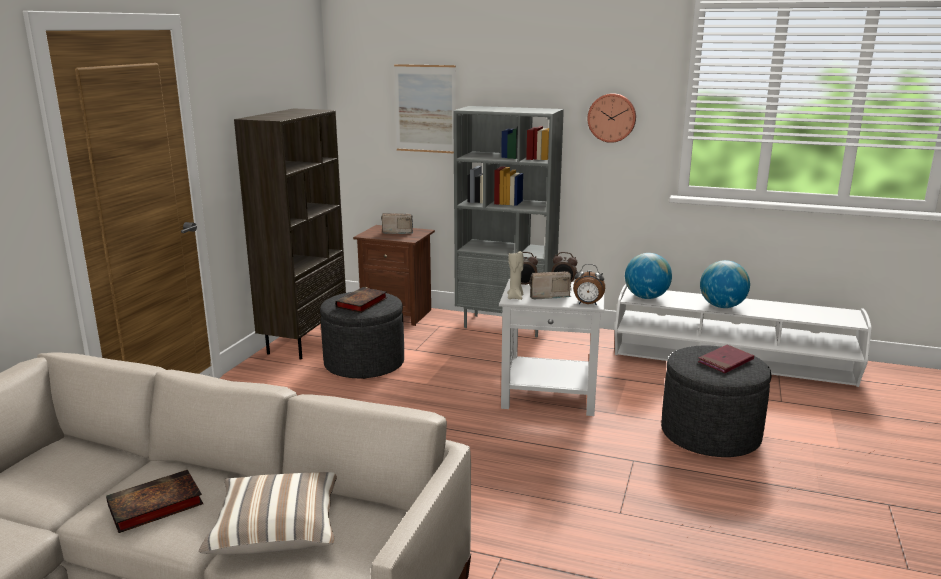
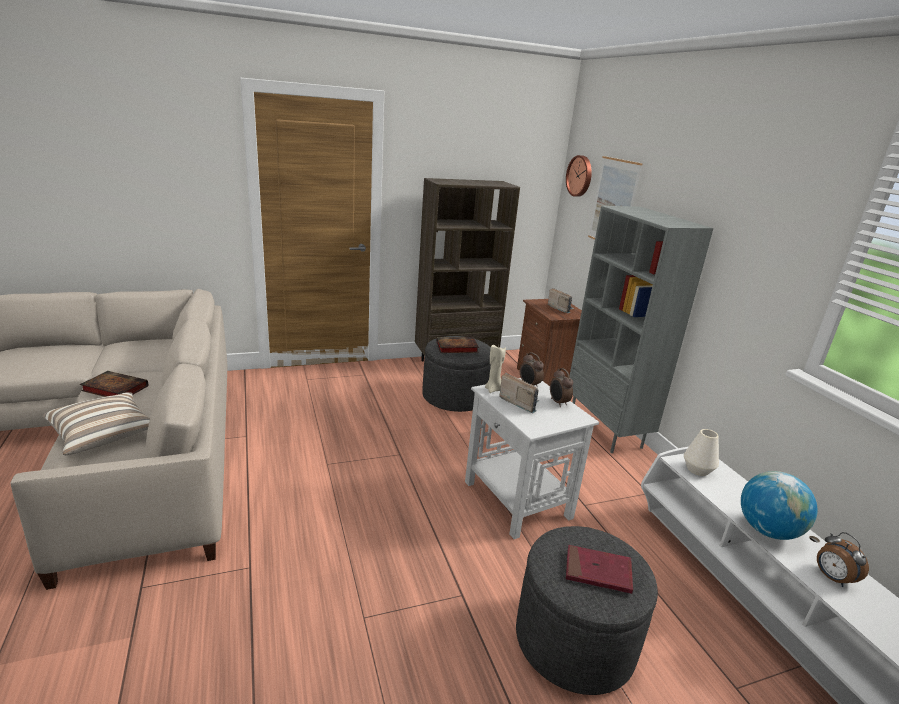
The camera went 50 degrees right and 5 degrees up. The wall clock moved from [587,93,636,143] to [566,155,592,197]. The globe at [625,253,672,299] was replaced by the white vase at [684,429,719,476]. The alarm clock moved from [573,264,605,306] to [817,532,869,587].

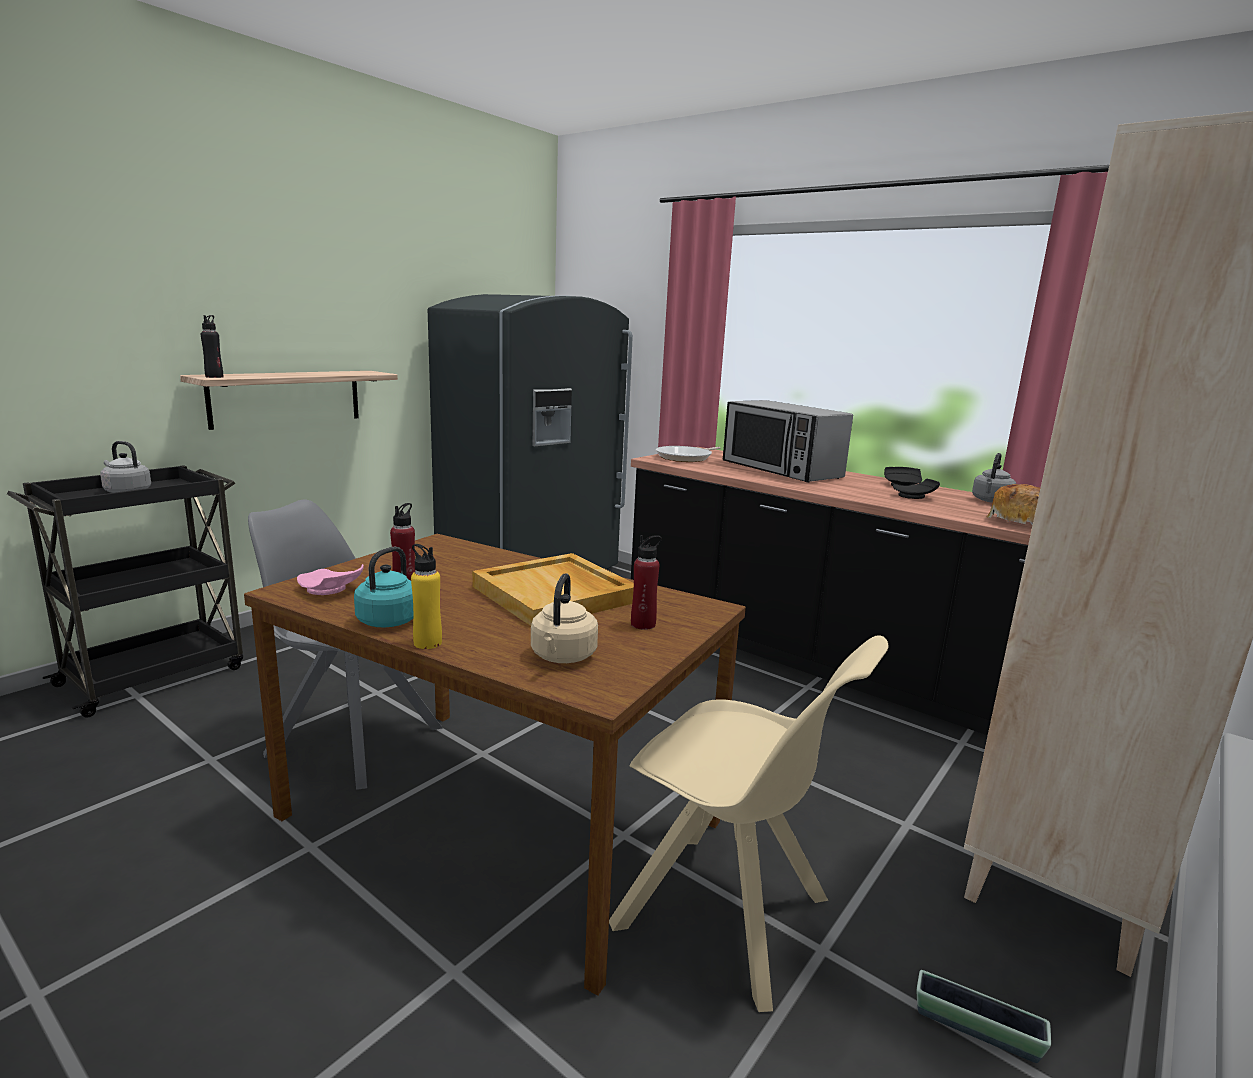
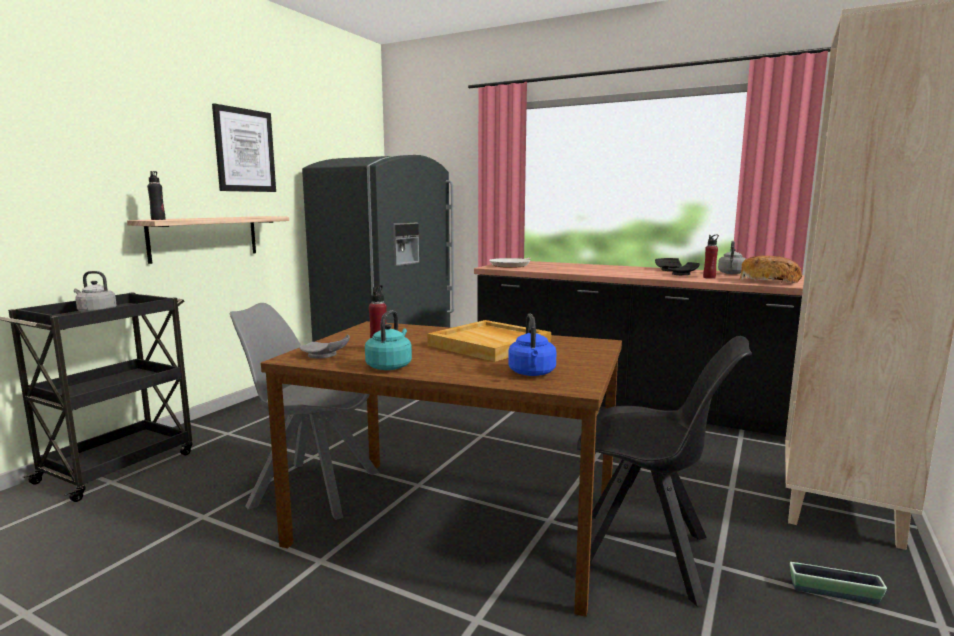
The camera went 10 degrees left and 5 degrees down. The picture at [212,103,276,192] appeared. The pink plate at [297,564,364,595] became the grey plate at [299,334,350,359]. The beige kettle at [531,573,598,663] became the blue kettle at [508,313,556,376]. The beige chair at [609,635,889,1012] became the black chair at [569,336,752,607]. The red bottle moved from [631,535,662,630] to [703,235,719,279]. The yellow bottle at [411,544,442,649] disappeared. The microwave at [723,400,853,482] disappeared.

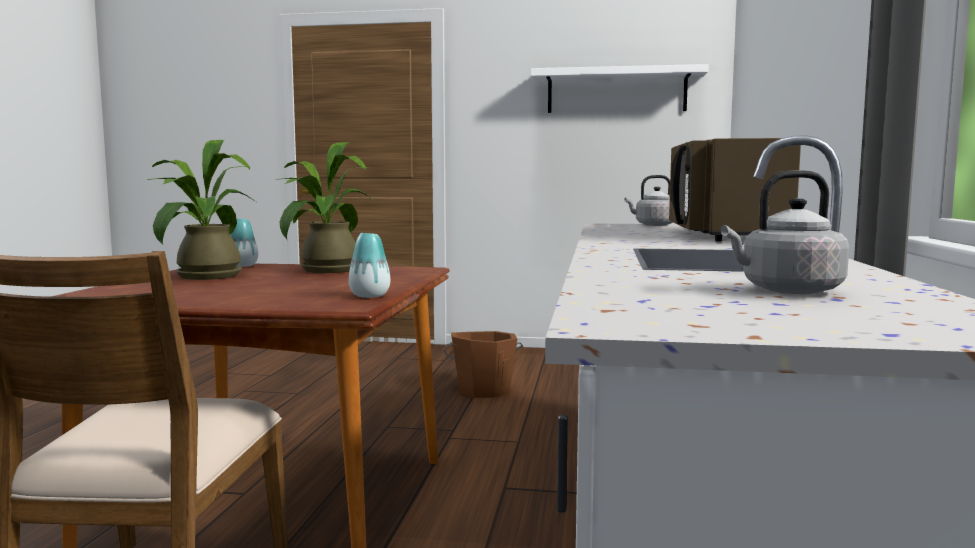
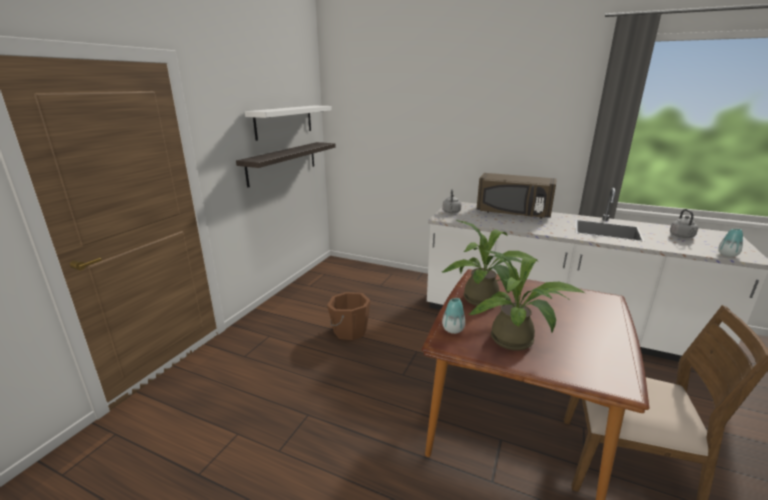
The camera went 75 degrees left and 15 degrees up. The shelf at [236,142,336,188] appeared. The vase moved from [349,233,390,298] to [718,229,743,257].

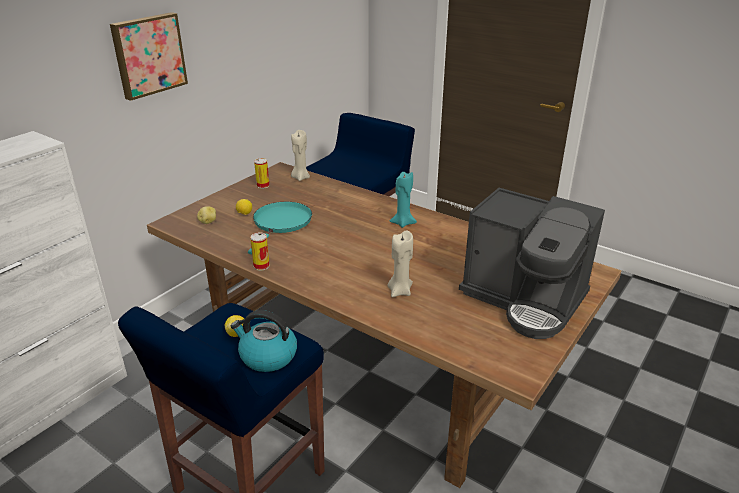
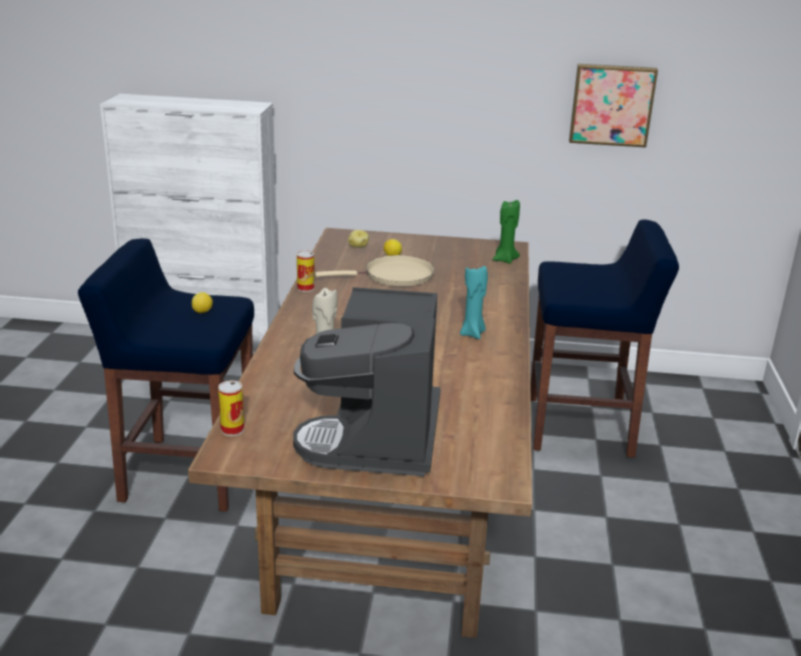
The camera went 60 degrees right and 5 degrees down. The can moved from [254,158,269,189] to [218,380,244,436]. The turquoise frying pan at [248,202,312,254] became the beige frying pan at [315,255,435,287]. The beige candle at [291,130,310,181] became the green candle at [493,200,520,264]. The picture moved from [110,12,188,101] to [569,64,658,148]. The kettle at [231,310,297,372] disappeared.

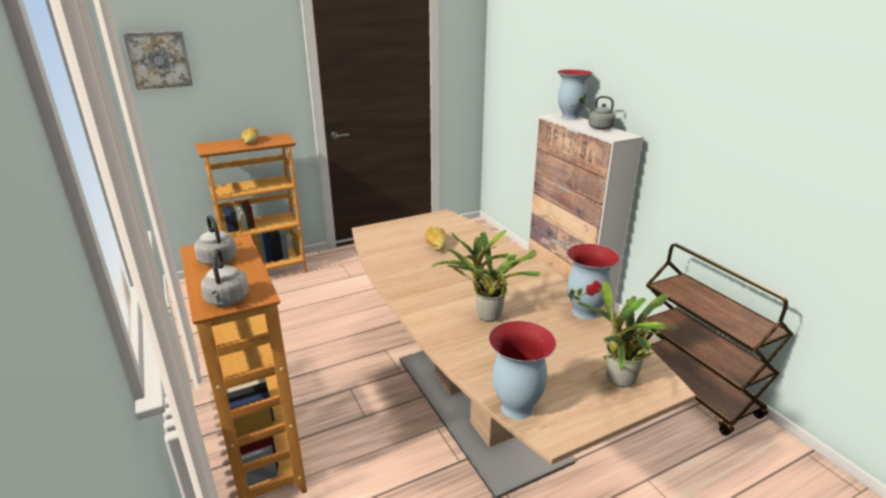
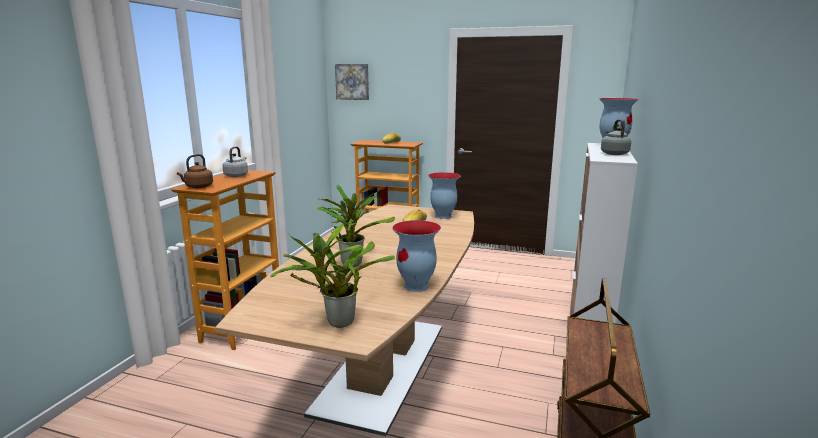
The camera went 45 degrees right and 10 degrees down. The grey kettle at [201,249,249,306] became the brown kettle at [177,154,213,188]. The vase moved from [489,321,556,419] to [428,172,461,219].

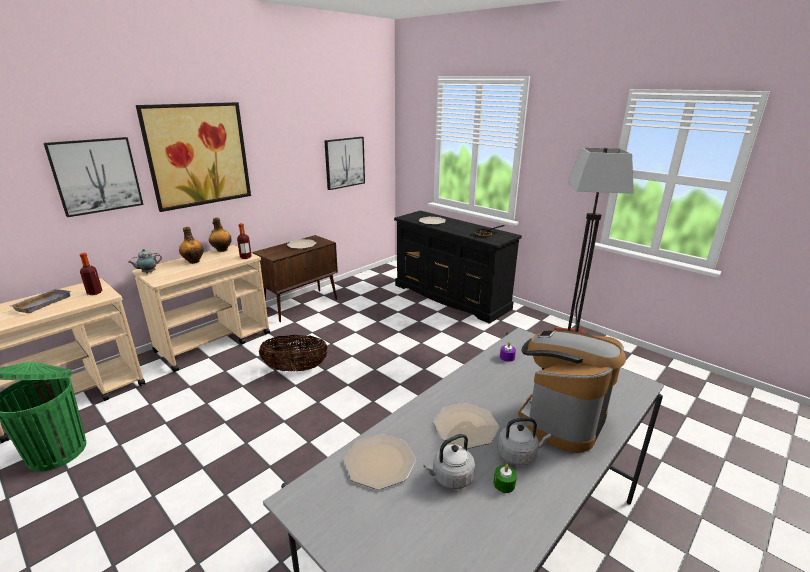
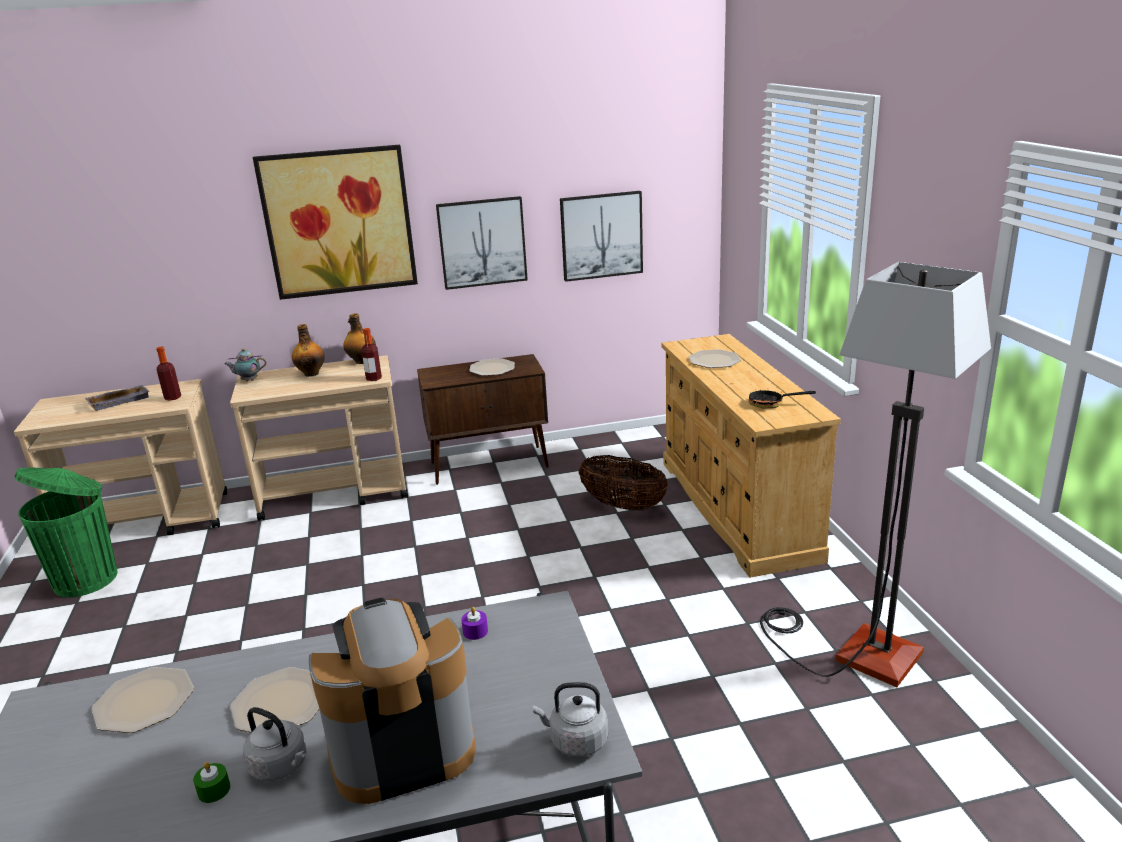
The camera went 35 degrees right and 0 degrees up. The picture moved from [44,137,144,217] to [436,196,528,290]. The grey kettle moved from [423,434,475,489] to [533,682,608,757]. The basket moved from [259,335,328,372] to [578,455,668,510]. The black dresser at [394,210,522,324] became the beige dresser at [661,334,841,578].

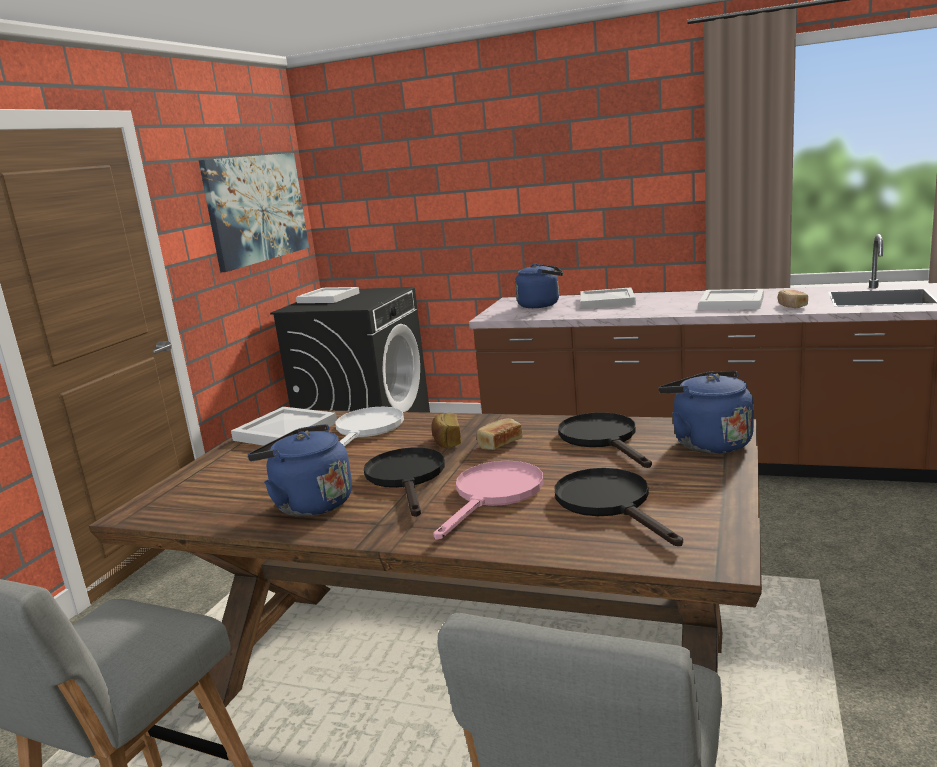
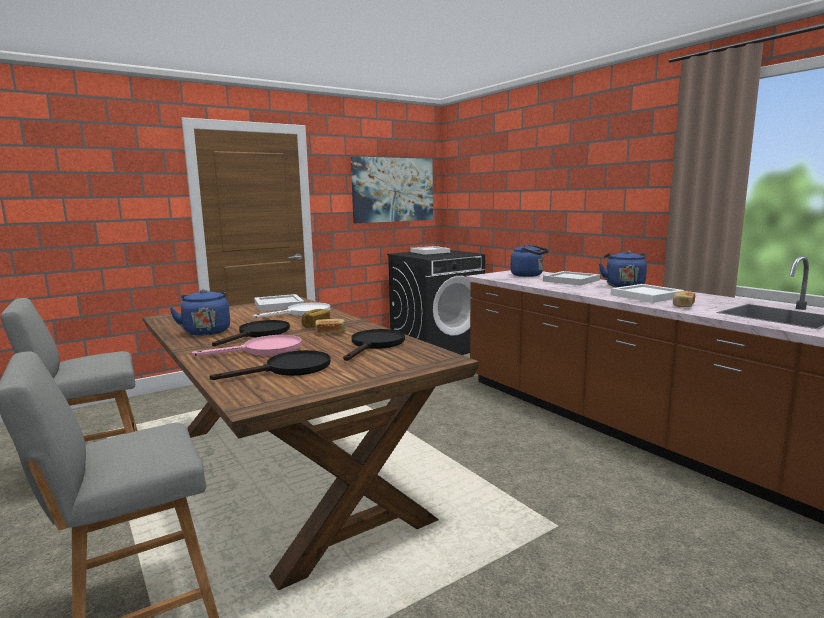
The camera went 35 degrees right and 5 degrees down. The black frying pan at [554,468,683,546] turned 45 degrees clockwise. The blue kettle moved from [658,371,754,454] to [599,250,647,288].

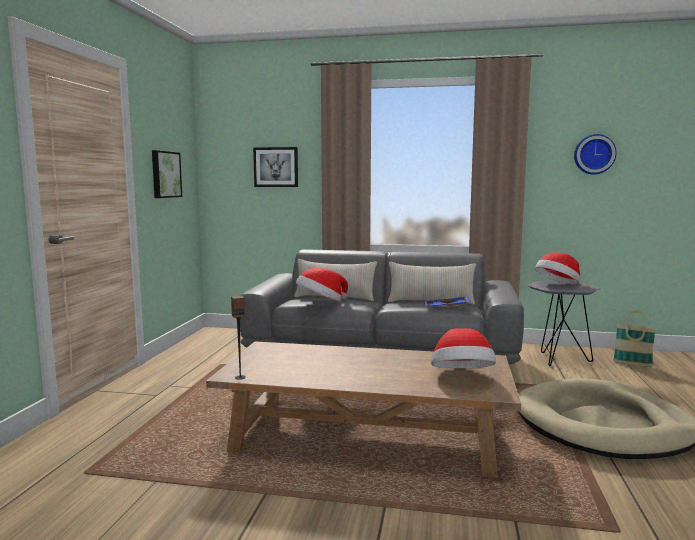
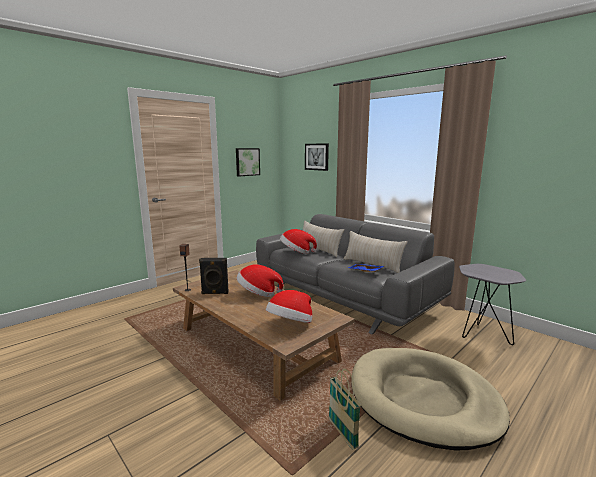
The camera went 35 degrees right and 5 degrees up. The black speaker at [199,258,228,294] appeared. The hat moved from [535,253,580,285] to [237,264,283,297]. The basket moved from [613,311,656,367] to [329,369,361,450]. The wall clock at [574,134,617,174] disappeared.

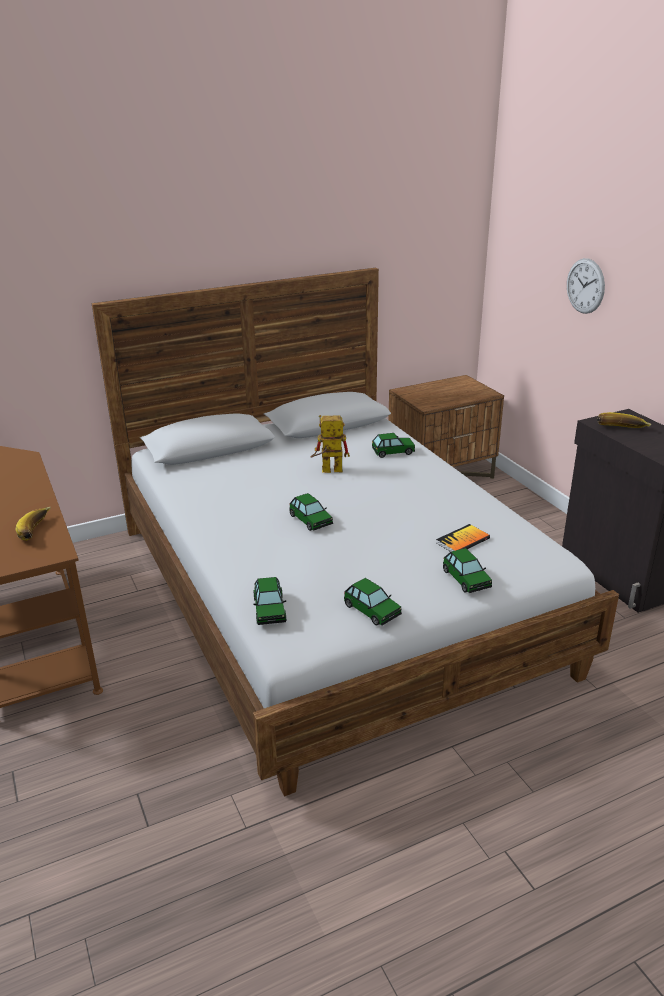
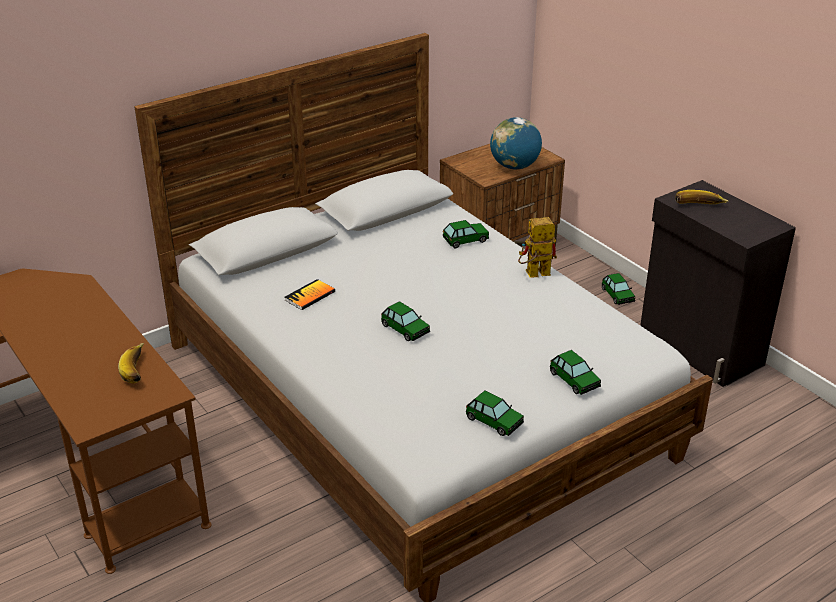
The camera went 10 degrees left and 5 degrees up. The book moved from [436,524,490,552] to [285,279,335,310]. The globe at [490,117,542,169] appeared. The toy robot moved from [311,415,350,473] to [518,217,557,278]. The toy car moved from [253,577,286,625] to [602,273,635,305]. The wall clock at [567,258,605,314] disappeared.

